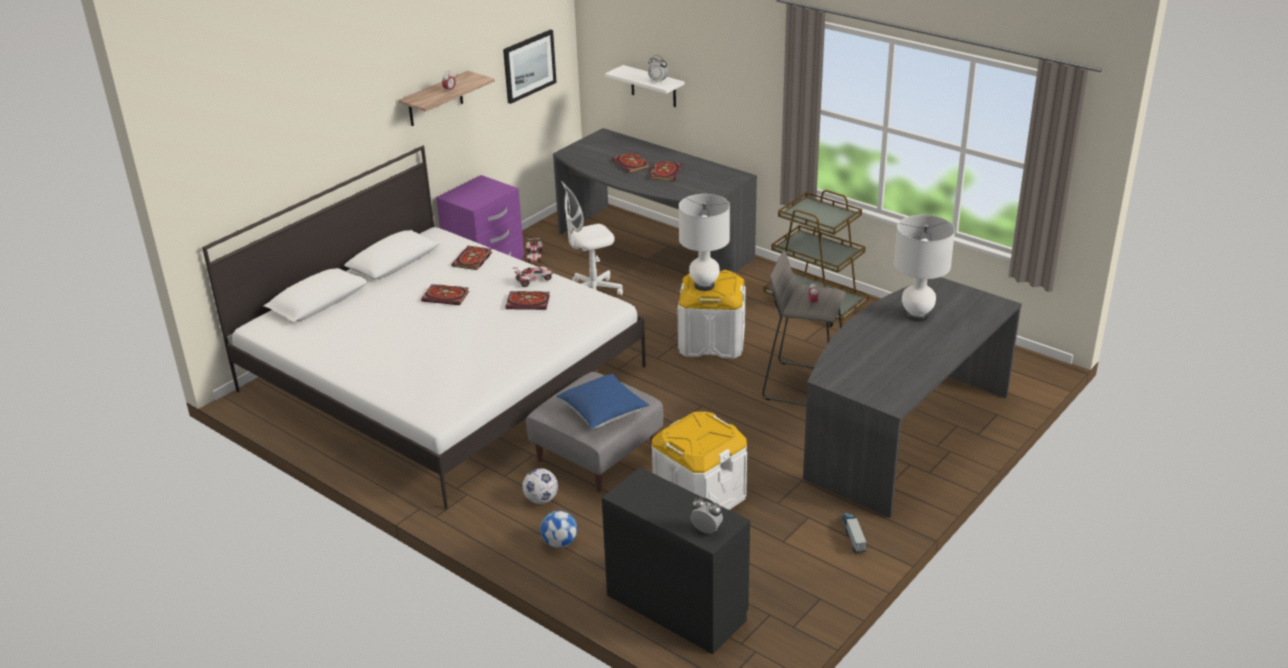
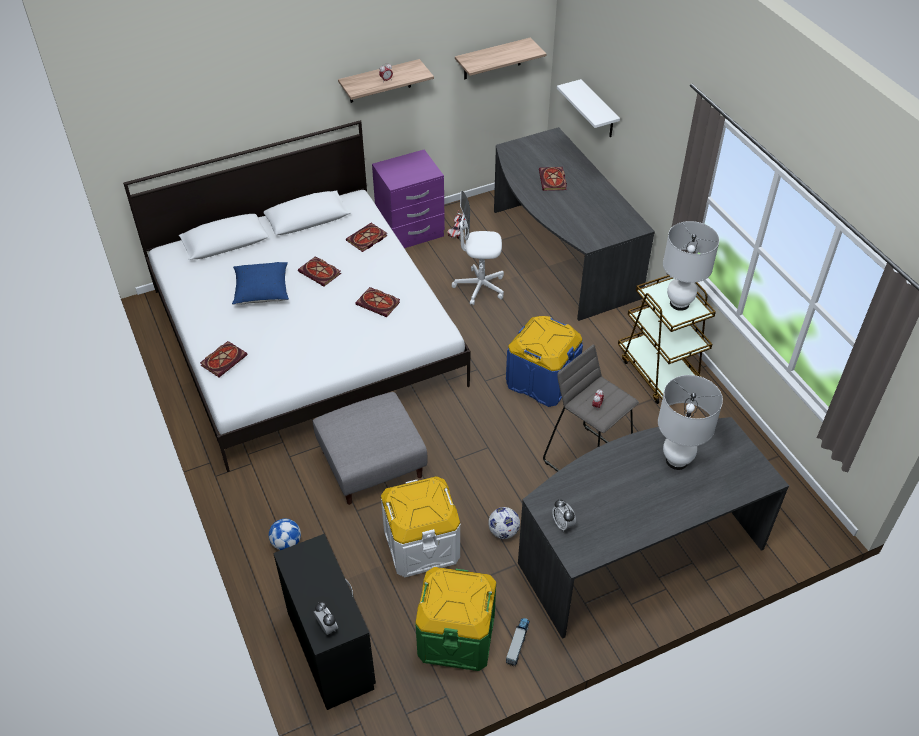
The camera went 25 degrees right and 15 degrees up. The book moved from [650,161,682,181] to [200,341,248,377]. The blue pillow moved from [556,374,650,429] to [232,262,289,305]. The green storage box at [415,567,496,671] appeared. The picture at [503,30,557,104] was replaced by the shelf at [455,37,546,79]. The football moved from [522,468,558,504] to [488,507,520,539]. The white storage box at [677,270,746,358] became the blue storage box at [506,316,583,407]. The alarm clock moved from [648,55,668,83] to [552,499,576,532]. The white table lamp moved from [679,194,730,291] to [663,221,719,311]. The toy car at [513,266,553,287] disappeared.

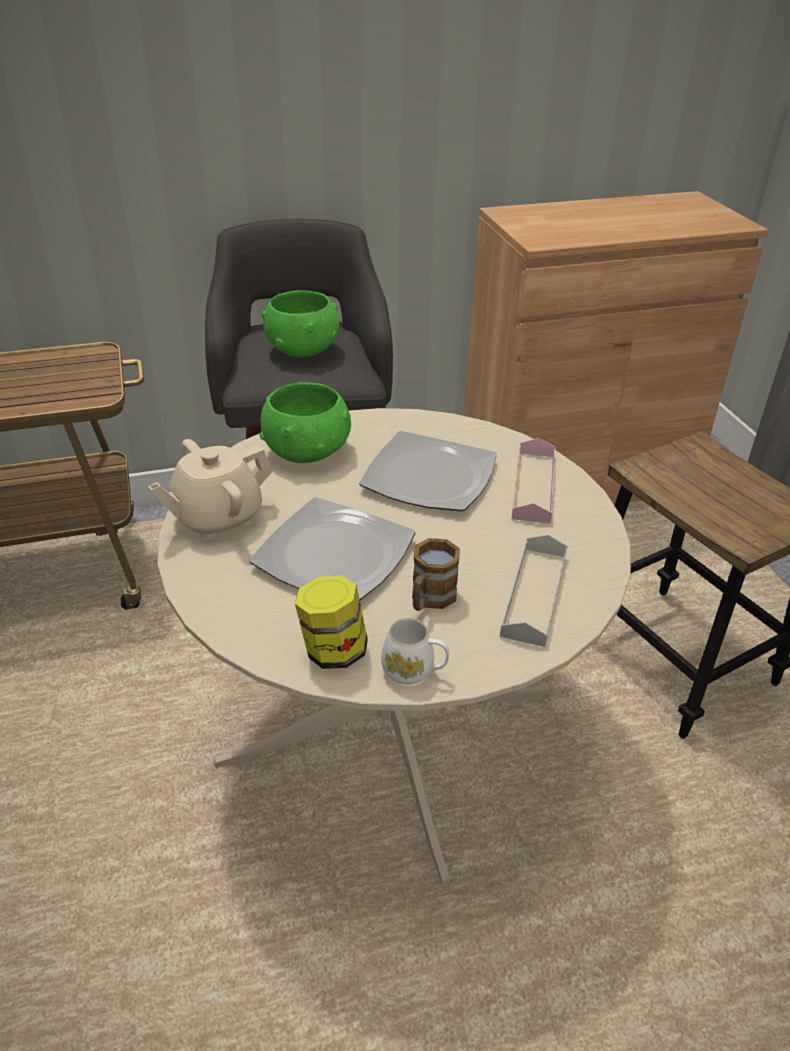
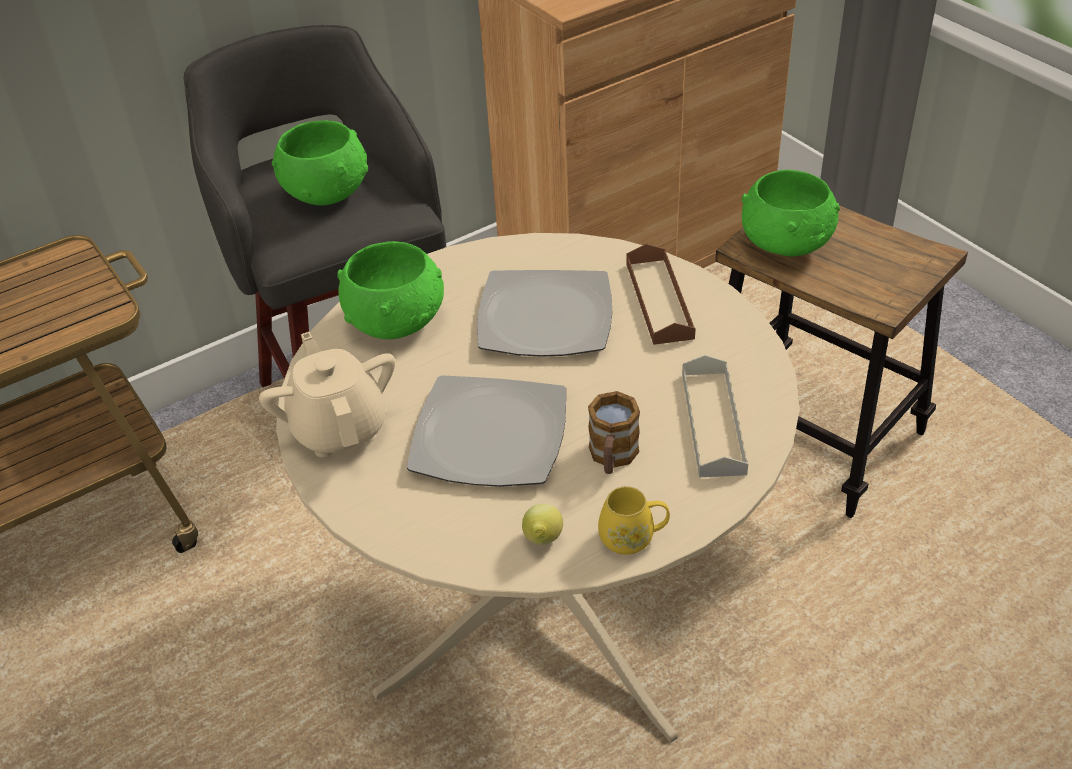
The camera went 15 degrees left and 5 degrees up. The beige teapot at [148,439,273,540] turned 120 degrees clockwise. The jar at [295,575,368,669] was replaced by the lemon at [522,504,563,545]. The white mug at [381,618,449,685] became the yellow mug at [598,486,670,555]. The pink tray at [512,438,555,524] became the brown tray at [626,244,696,345]. The green bowl at [741,170,840,256] appeared.

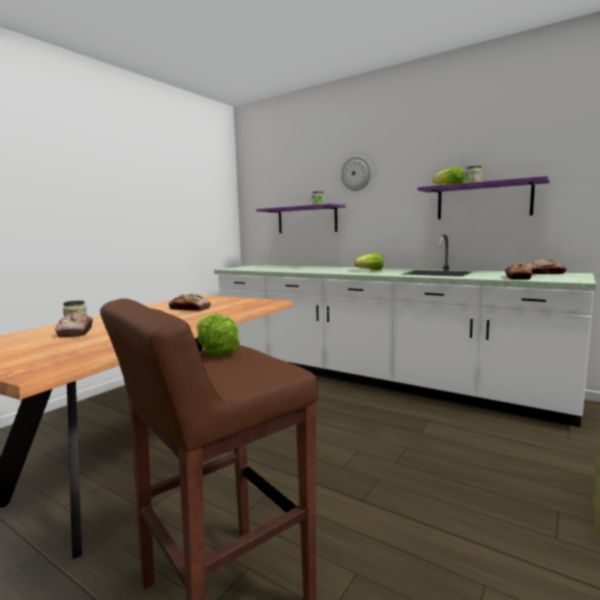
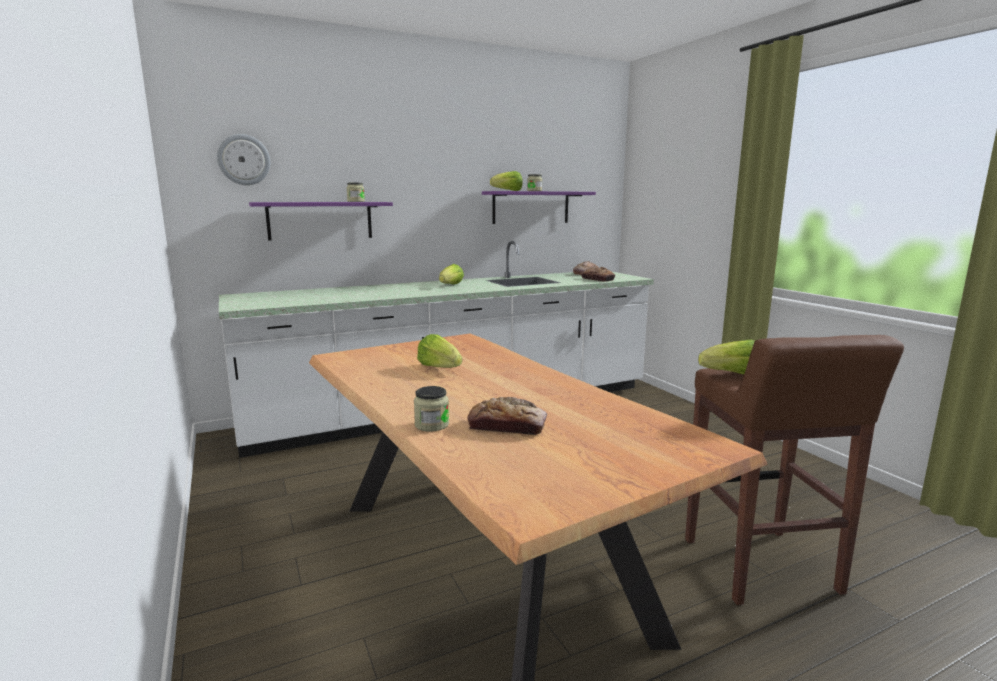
The camera went 60 degrees left and 5 degrees up. The wall clock moved from [341,156,372,191] to [217,134,270,185]. The bread at [169,294,211,311] was replaced by the lettuce at [417,334,462,368].

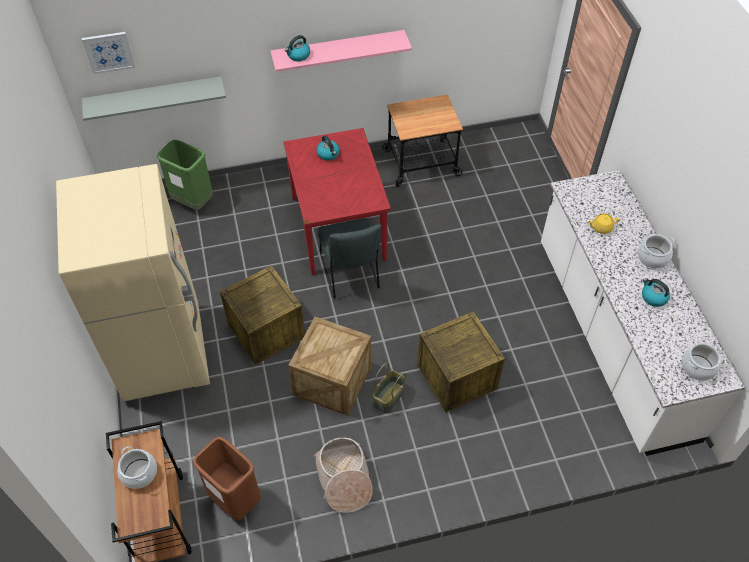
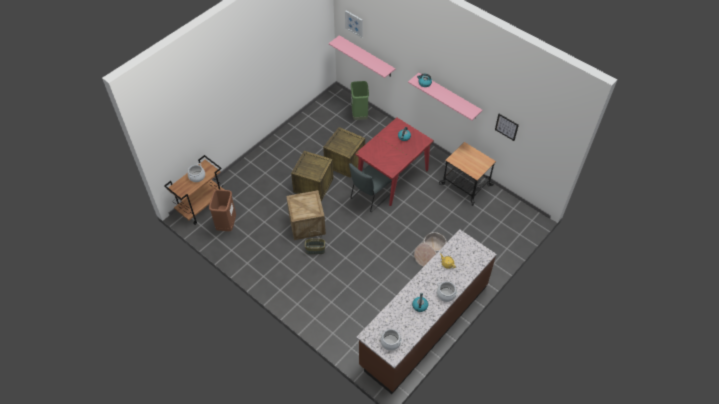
The camera went 55 degrees right and 0 degrees up. The crate moved from [417,311,505,413] to [323,127,365,178]. The grey shelf at [82,76,226,121] became the pink shelf at [329,35,395,78]. The white counter at [541,170,745,456] became the brown counter at [356,229,497,394]. The basket moved from [314,437,373,513] to [414,232,447,267]. The picture at [495,114,519,141] appeared. The beige fridge at [56,164,210,401] disappeared.

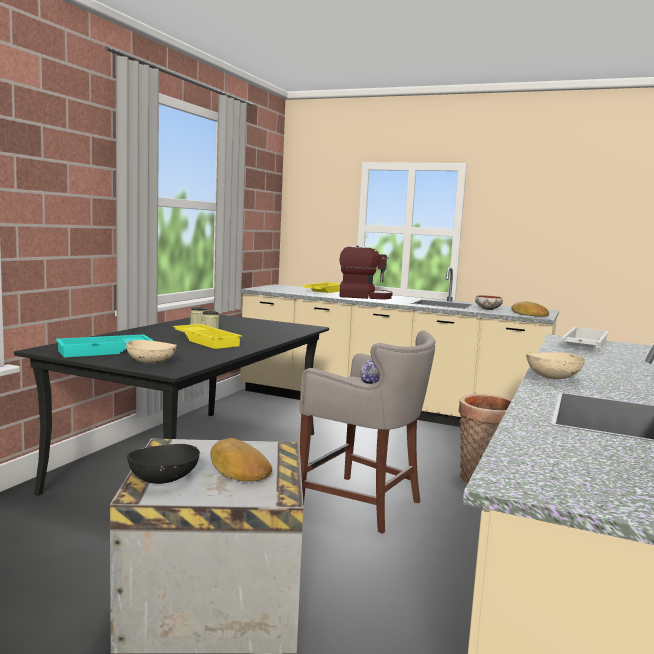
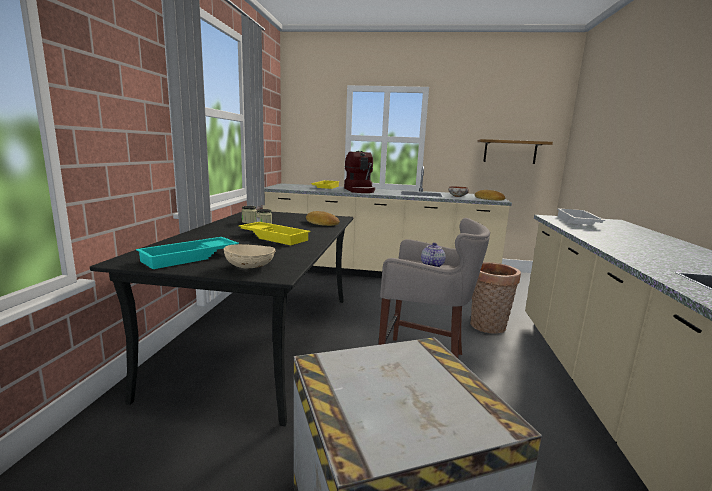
The camera went 15 degrees left and 5 degrees up. The bread moved from [210,438,272,482] to [306,211,340,226]. The coffee machine at [339,246,393,300] turned 90 degrees clockwise. The shelf at [477,139,553,164] appeared. The black bowl at [127,444,200,484] disappeared. The beige bowl at [526,352,586,380] disappeared.

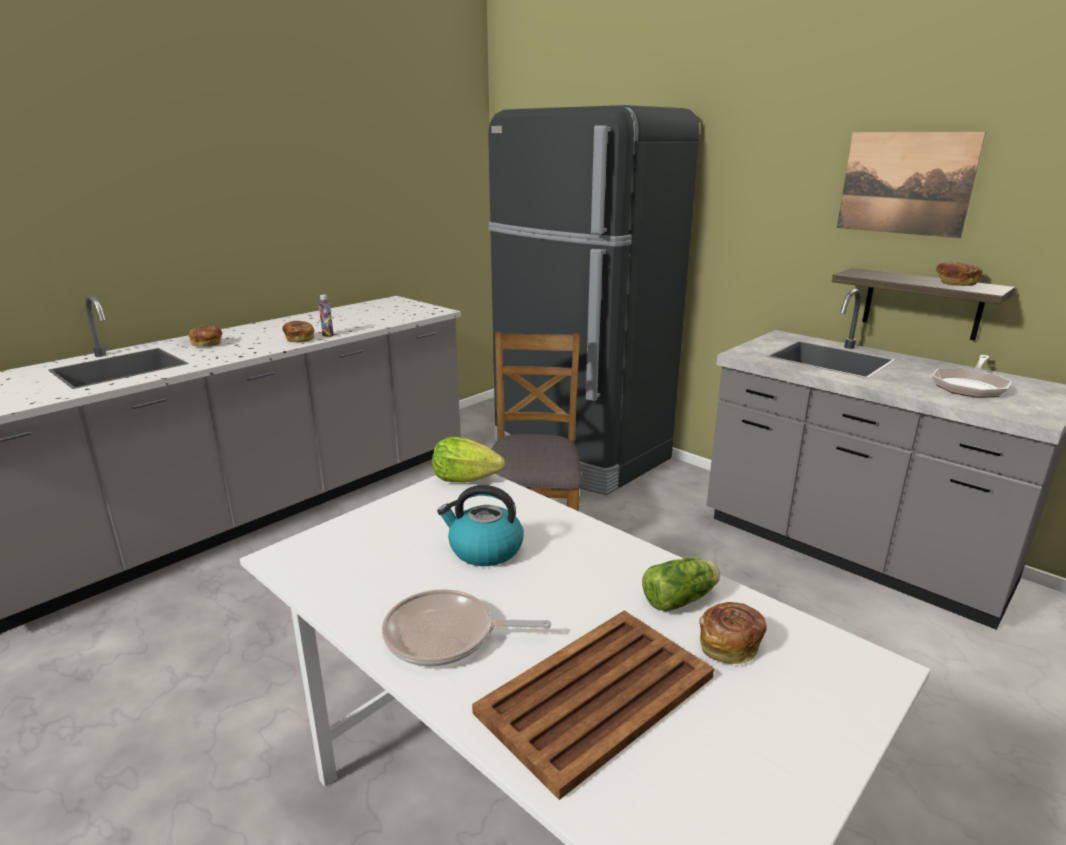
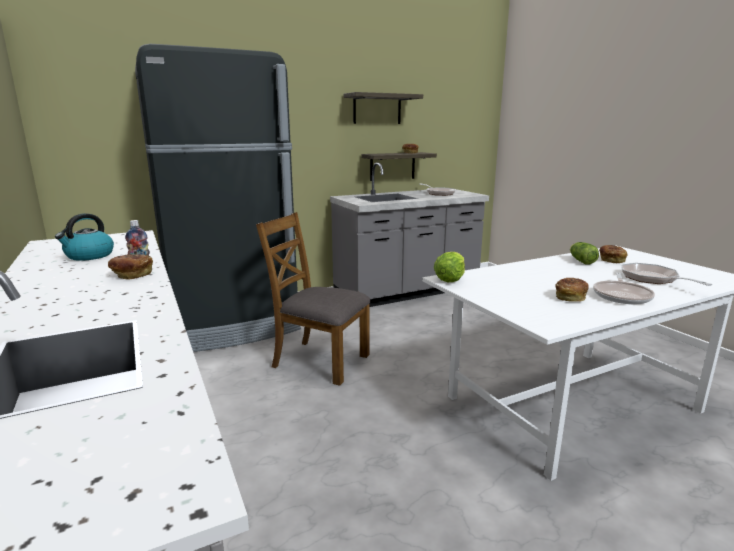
The camera went 70 degrees left and 5 degrees down. The kettle moved from [437,485,524,566] to [55,213,114,261]. The picture at [837,131,986,238] was replaced by the shelf at [344,92,423,124]. The bread moved from [189,326,222,347] to [555,278,589,302]. The brown tray at [472,610,714,800] was replaced by the frying pan at [621,263,712,286].

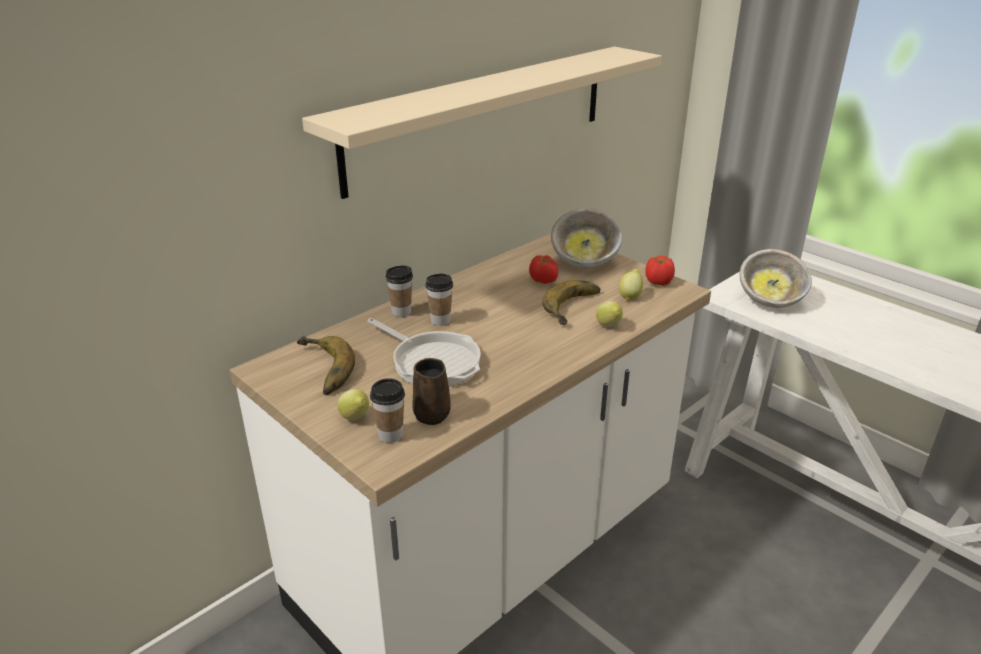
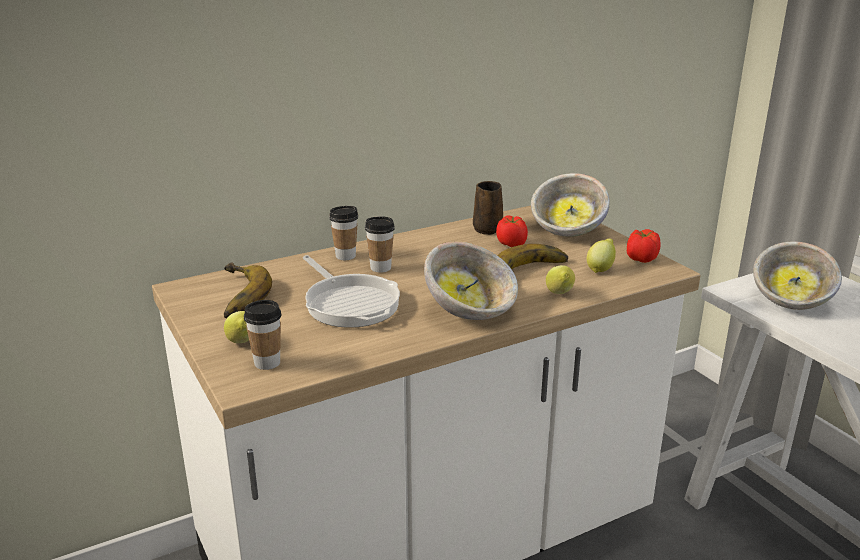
The camera went 15 degrees right and 5 degrees down. The bowl at [424,242,518,320] appeared. The brown mug moved from [413,358,451,425] to [473,181,503,235]. The beige shelf at [302,46,662,199] disappeared.

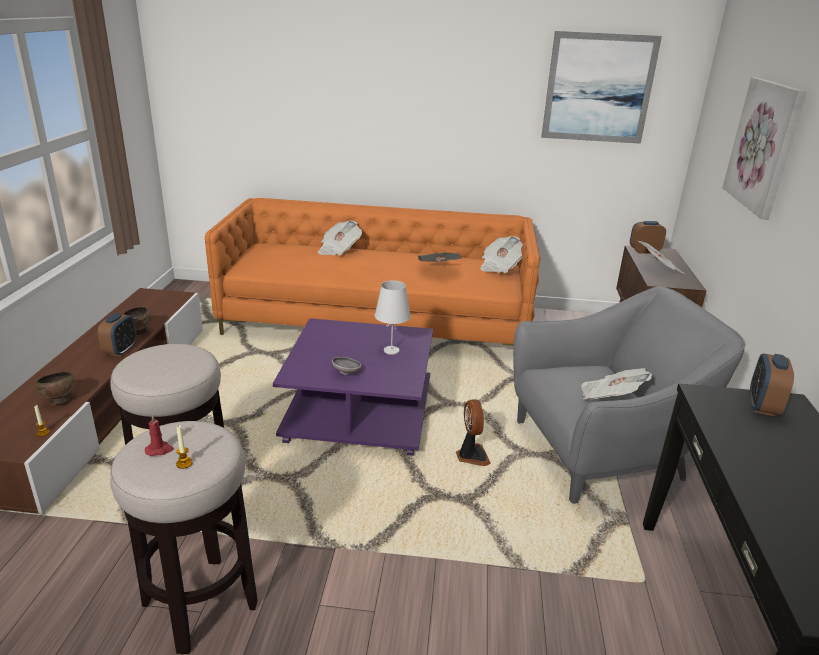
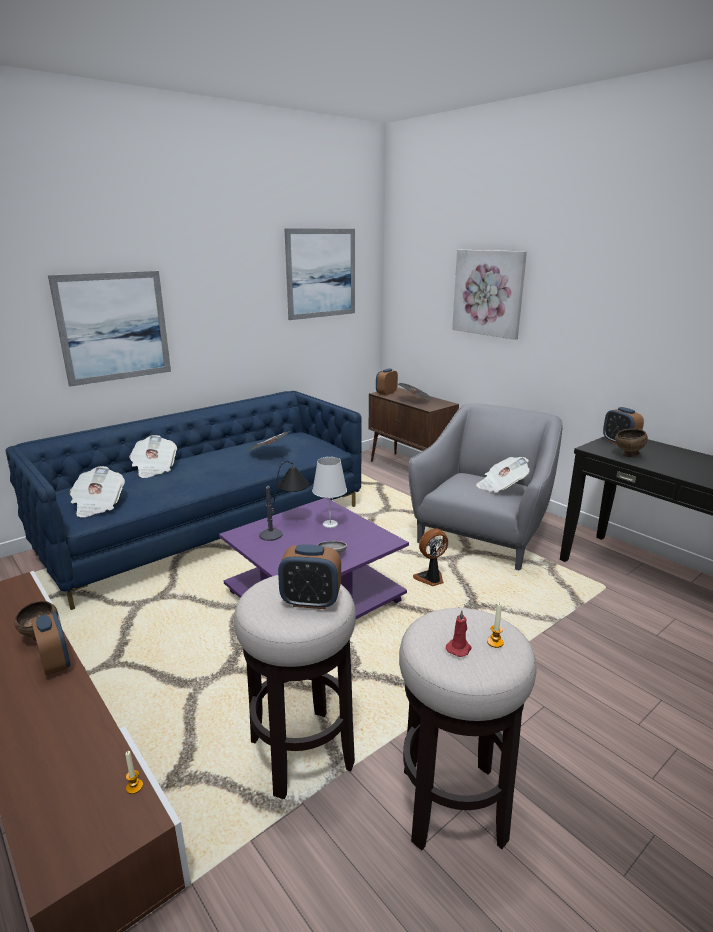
The camera went 45 degrees left and 5 degrees down. The orange sofa at [205,198,541,346] became the blue sofa at [6,391,362,610]. The picture at [48,271,171,387] appeared. The newspaper moved from [480,236,523,273] to [69,466,125,517]. The table lamp at [259,461,309,541] appeared. The alarm clock at [278,545,341,609] appeared. The fan at [456,399,491,466] turned 60 degrees counterclockwise. The brown bowl moved from [35,371,75,405] to [615,429,648,457].

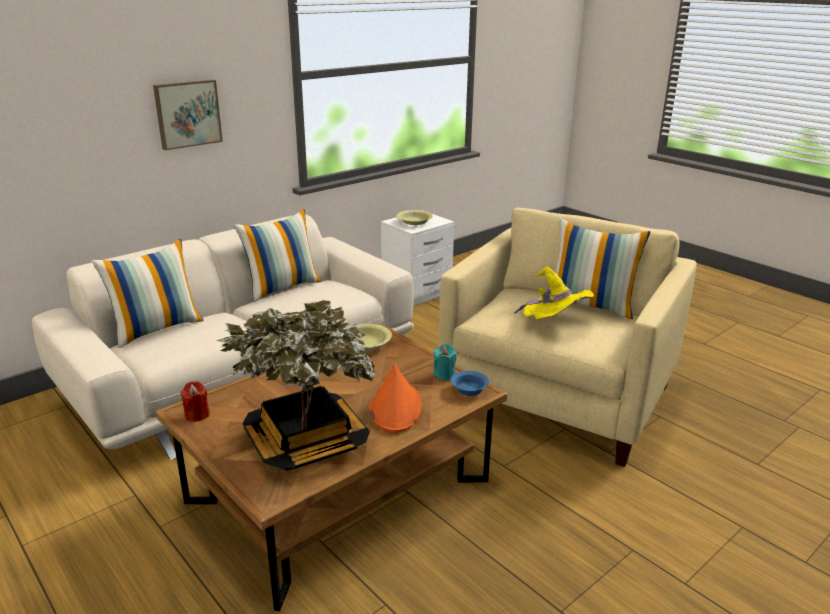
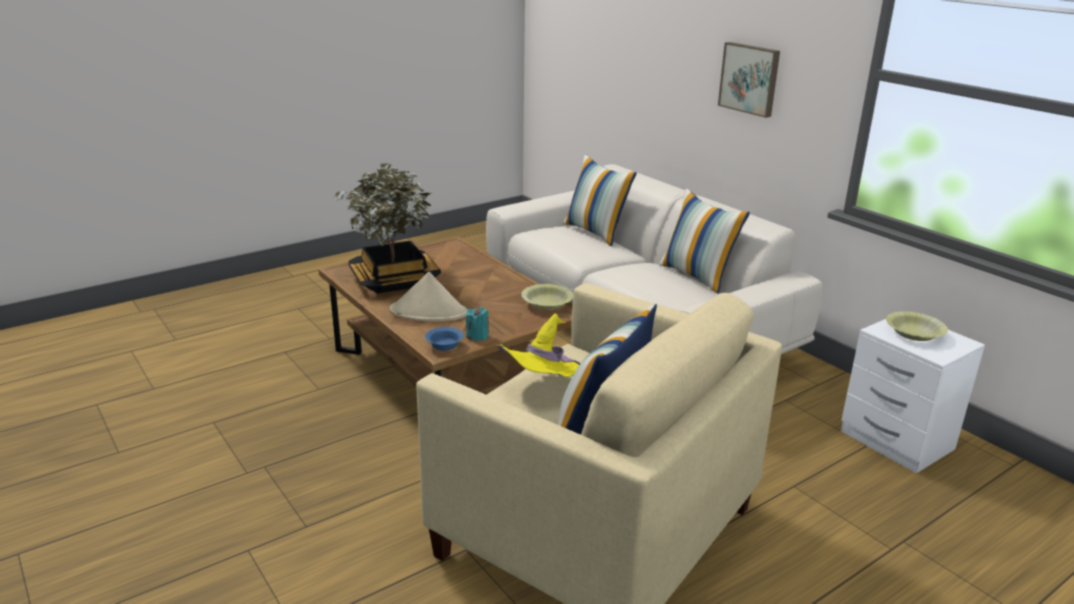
The camera went 95 degrees right and 0 degrees up. The orange hat at [369,364,422,433] became the beige hat at [390,272,468,321]. The red candle at [180,381,210,422] disappeared.

